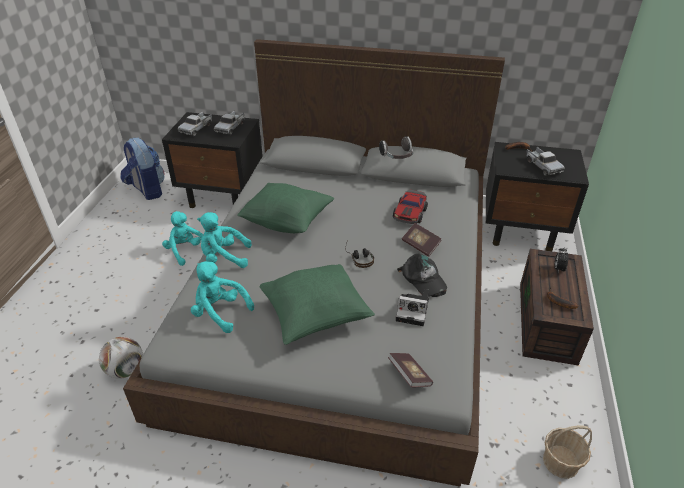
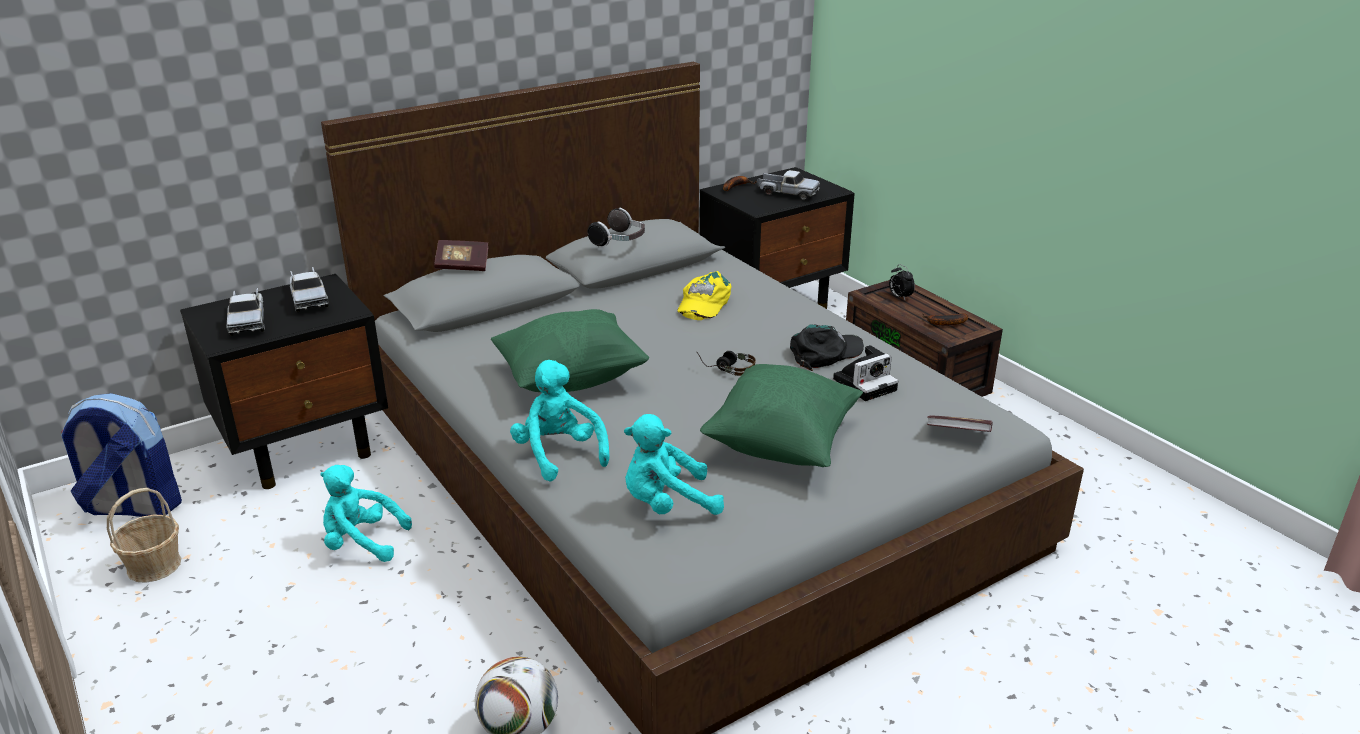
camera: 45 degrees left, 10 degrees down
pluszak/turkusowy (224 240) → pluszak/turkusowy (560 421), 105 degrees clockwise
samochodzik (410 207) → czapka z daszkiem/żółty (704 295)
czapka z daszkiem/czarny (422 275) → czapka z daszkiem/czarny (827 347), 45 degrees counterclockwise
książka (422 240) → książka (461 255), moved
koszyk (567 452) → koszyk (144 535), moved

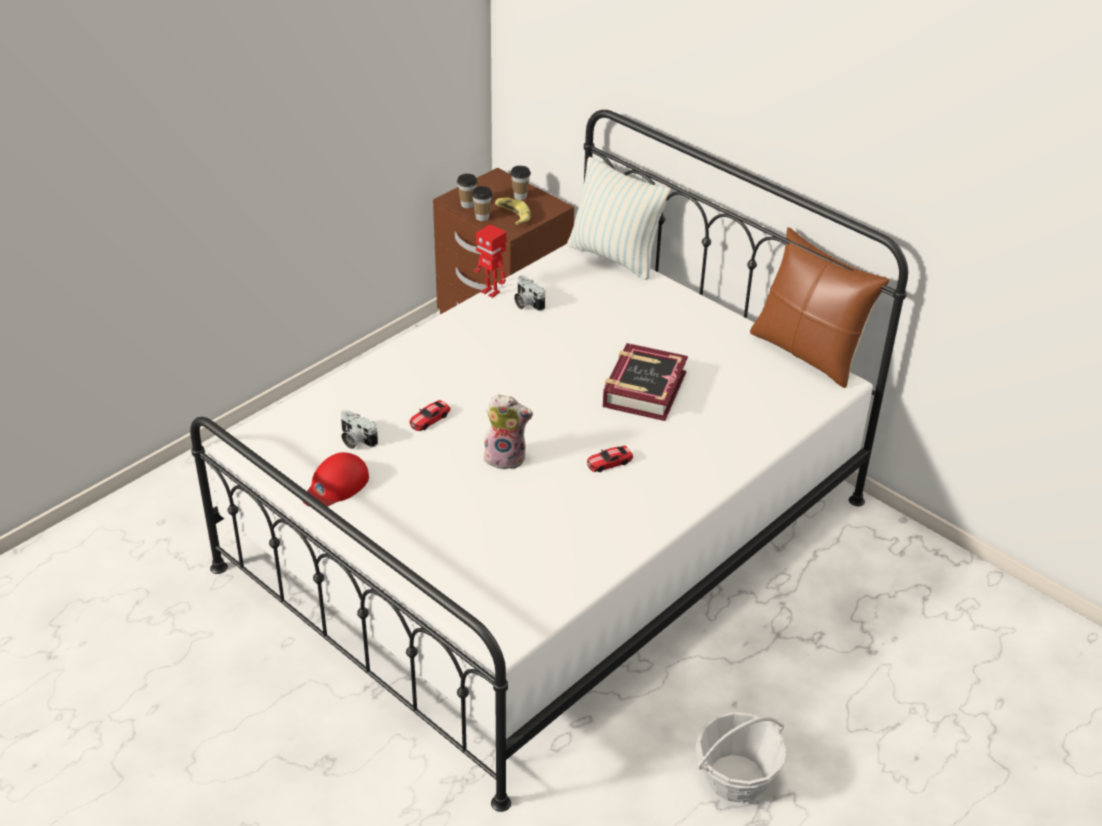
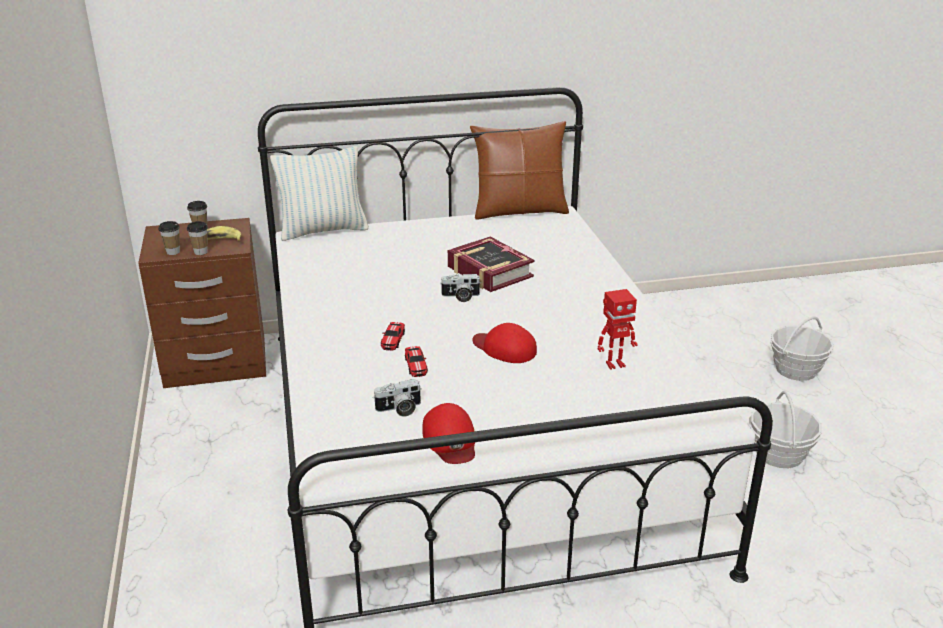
camera: 55 degrees left, 10 degrees down
robot zabawkowy (490 261) → robot zabawkowy (618 329), moved
pluszak (508 432) → czapka z daszkiem/czerwony (504 343)
aparat fotograficzny (529 293) → aparat fotograficzny (460 288), moved
samochodzik (610 459) → samochodzik (393 336), moved
- → koszyk (802 348)

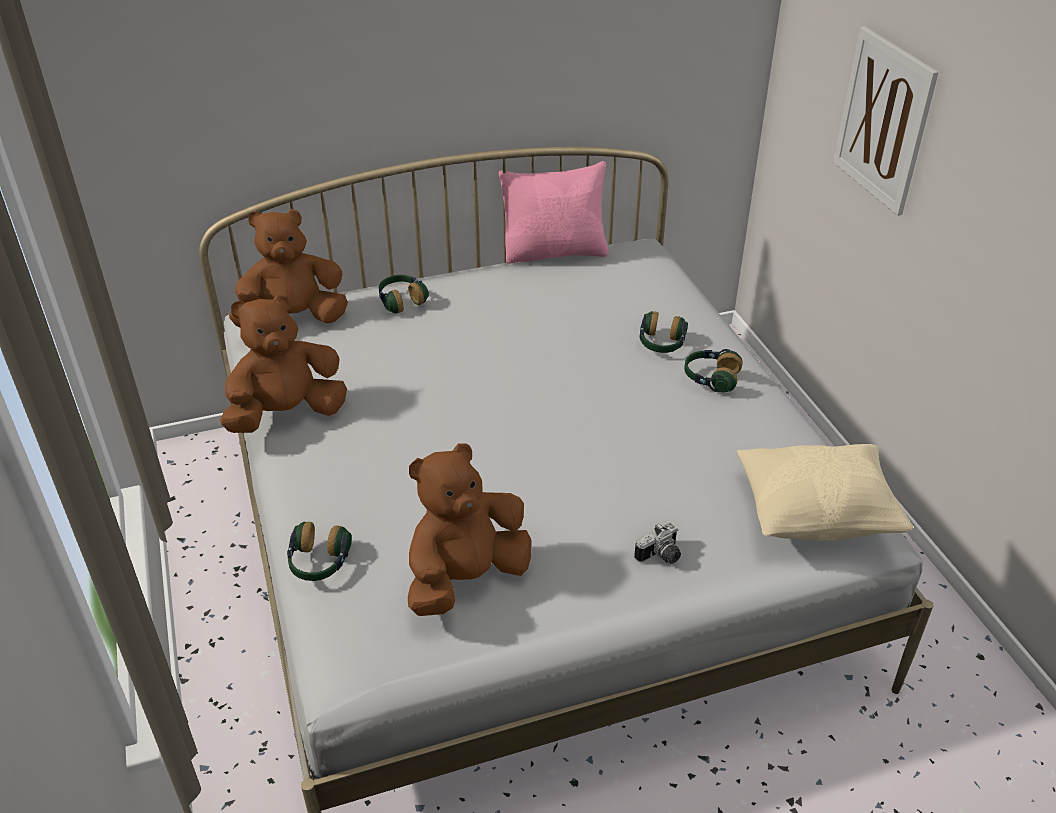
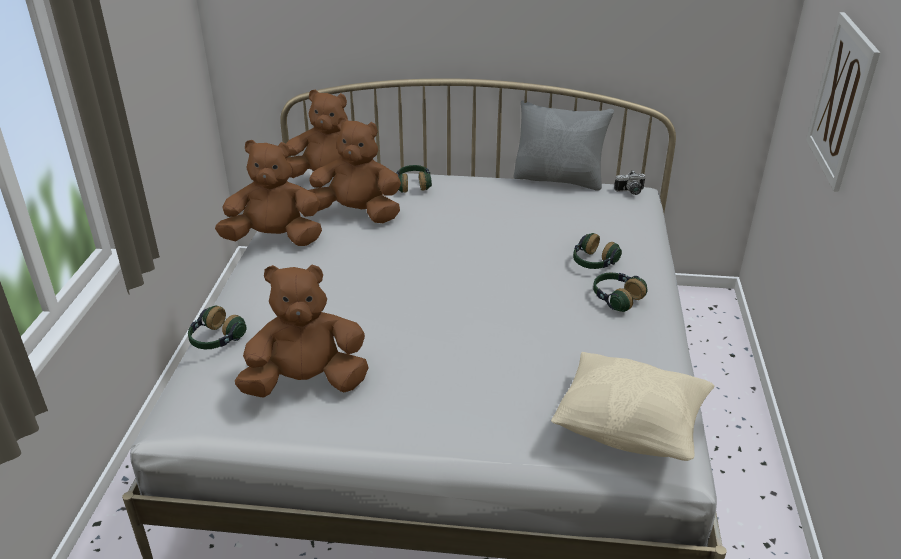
camera: 25 degrees right, 5 degrees down
poduszka/różowy (554 212) → poduszka/szary (564 145)
aparat fotograficzny (657 543) → aparat fotograficzny (629 182), moved
- → pluszak/brązowy (355 170)

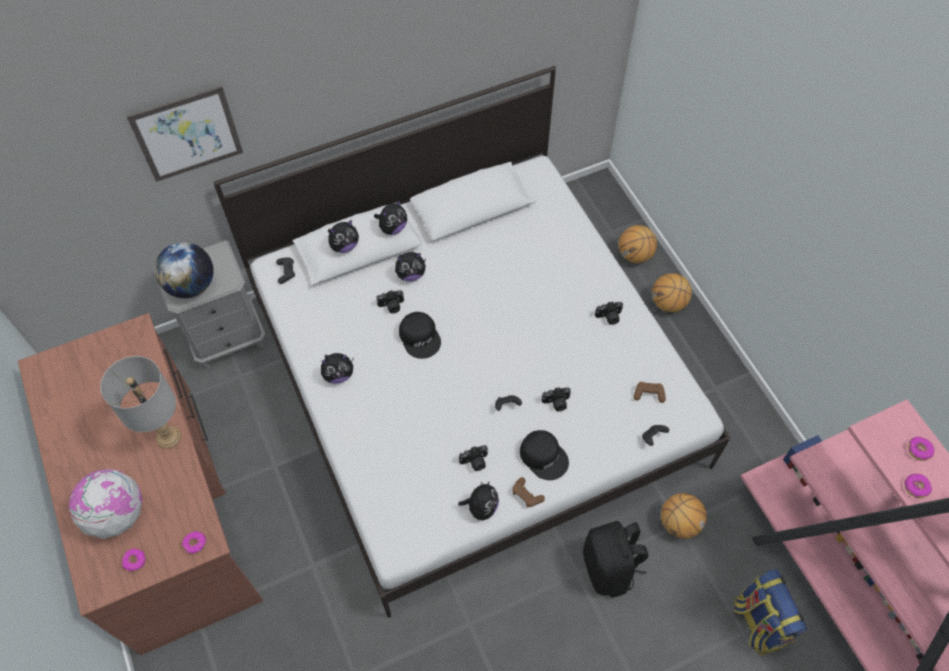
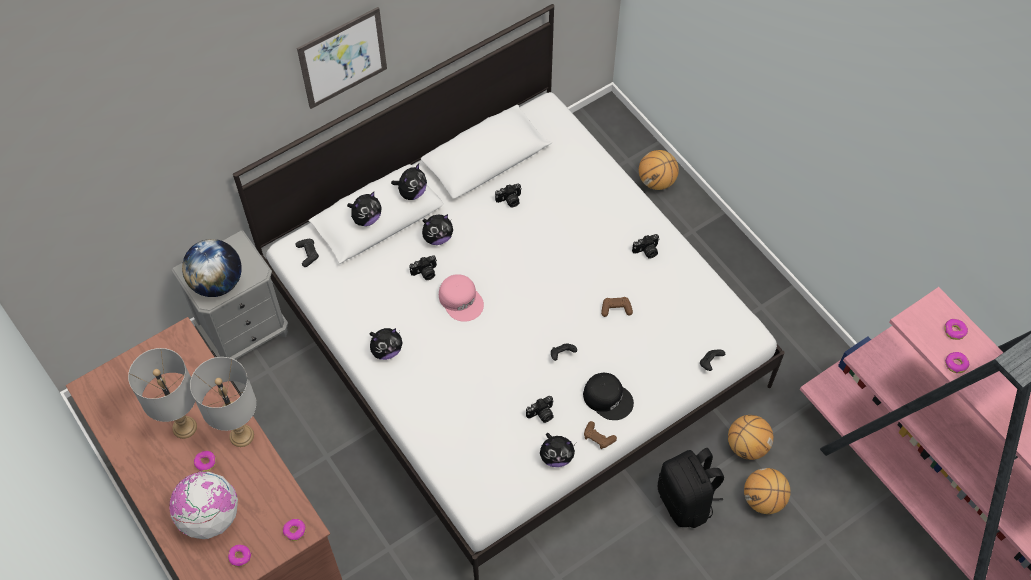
camera: 10 degrees left, 0 degrees up
obraz (184 134) → obraz (342 58), moved
czapka z daszkiem/czarny (420 335) → czapka z daszkiem/różowy (461 298)
pluszak (478 500) → pluszak (558 450), 75 degrees clockwise
aparat fotograficzny (556 399) → aparat fotograficzny (508 195), moved
pad do gier/brązowy (650 392) → pad do gier/brązowy (617 307), moved
piłka do koszykówki (672 292) → piłka do koszykówki (767 491), moved
plecak (770 612) → -
- → lampa stołowa/szary (162 393)
- → donut (205 461)

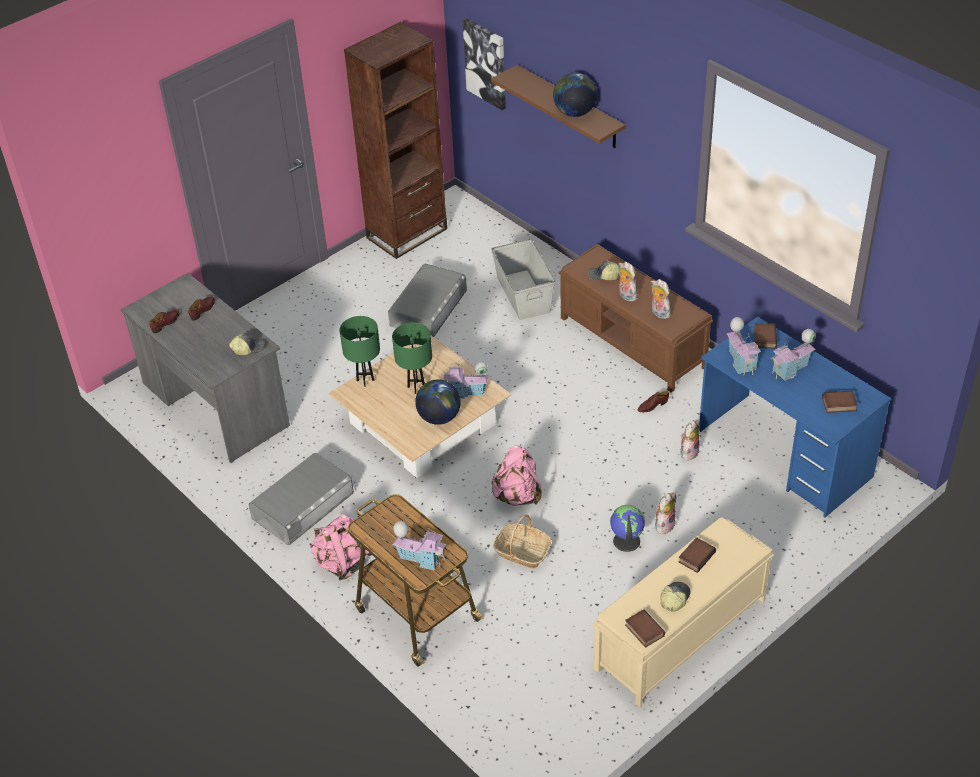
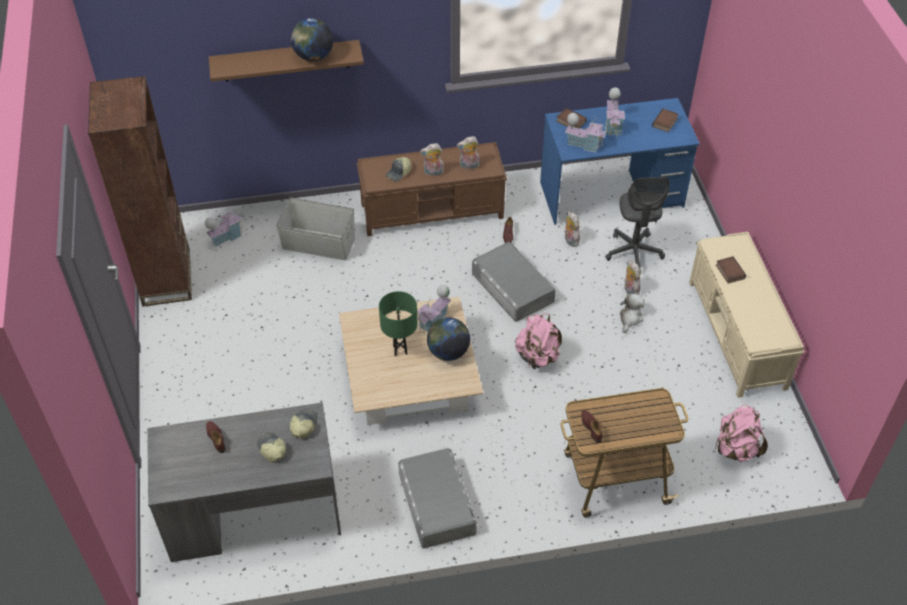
camera: 60 degrees left, 5 degrees up
but/brązowy (164 321) → but/brązowy (592 426), moved
plecak/różowy (341 547) → plecak/różowy (741 433), moved
lampa stołowa/zielony (359 351) → -
pojemnik do przechowywania/szary (427 300) → pojemnik do przechowywania/szary (514 282), moved
domek (420 546) → domek (224 229), moved
obraz (484 64) → -
koszyk (522 541) → -
globus (627 528) → pluszak (632 313)
książka (645 628) → -
czapka z daszkiem (675 597) → czapka z daszkiem (271 448), moved
- → krzesło biurowe/szary (637 225)

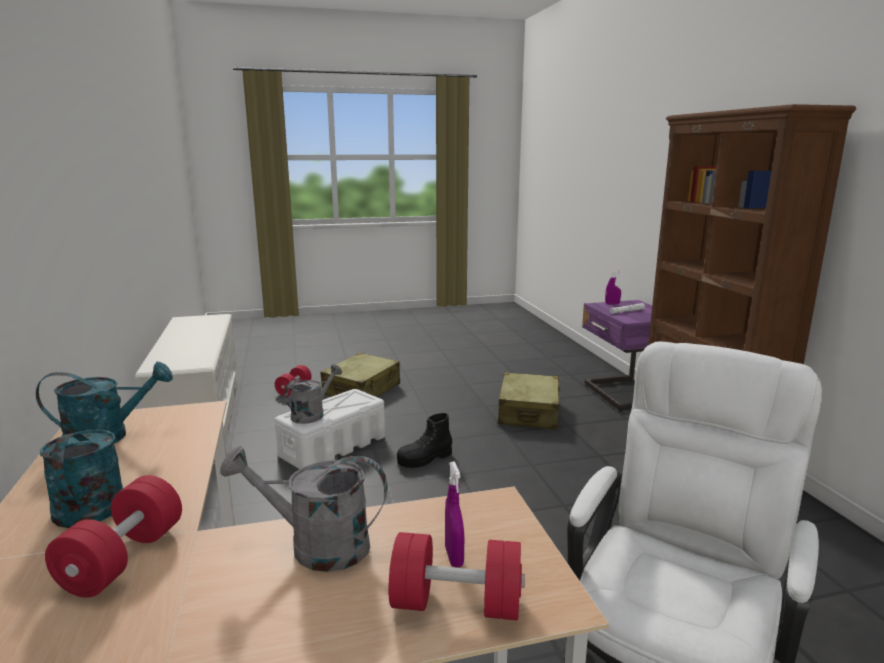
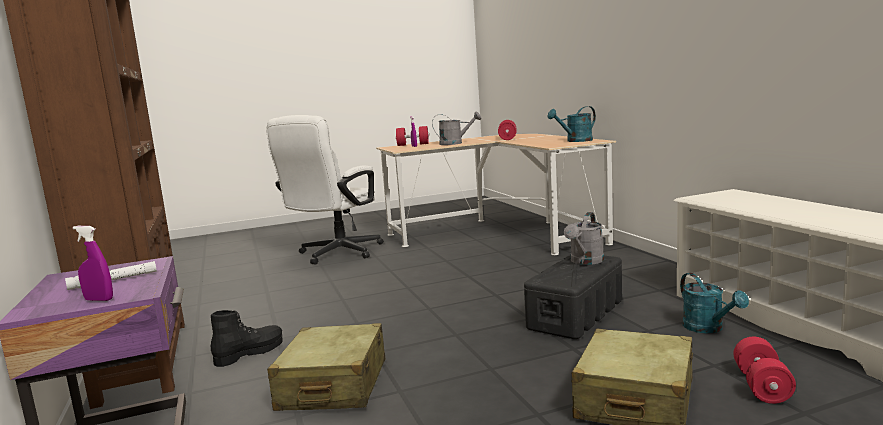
camera: 175 degrees right, 5 degrees down
konewka/turkusowy (81 459) → konewka/turkusowy (714 303), moved
pojemnik do przechowywania/biały (330 429) → pojemnik do przechowywania/czarny (573 296)
but z cholewką/czarny (424 440) → but z cholewką/czarny (246 338), moved

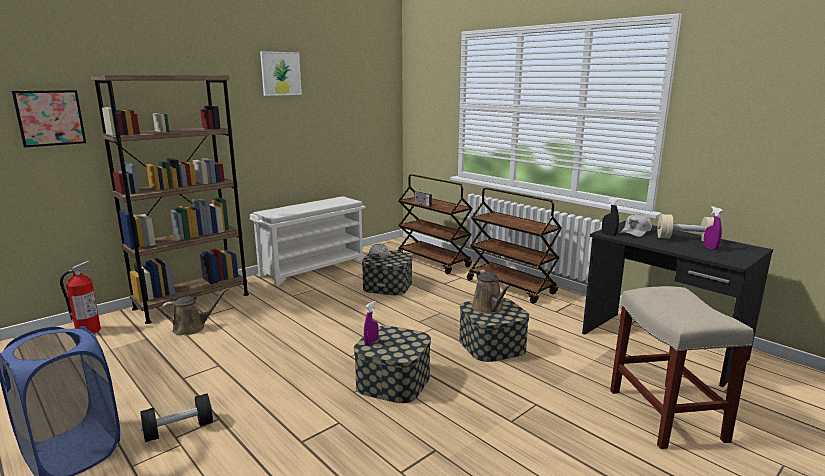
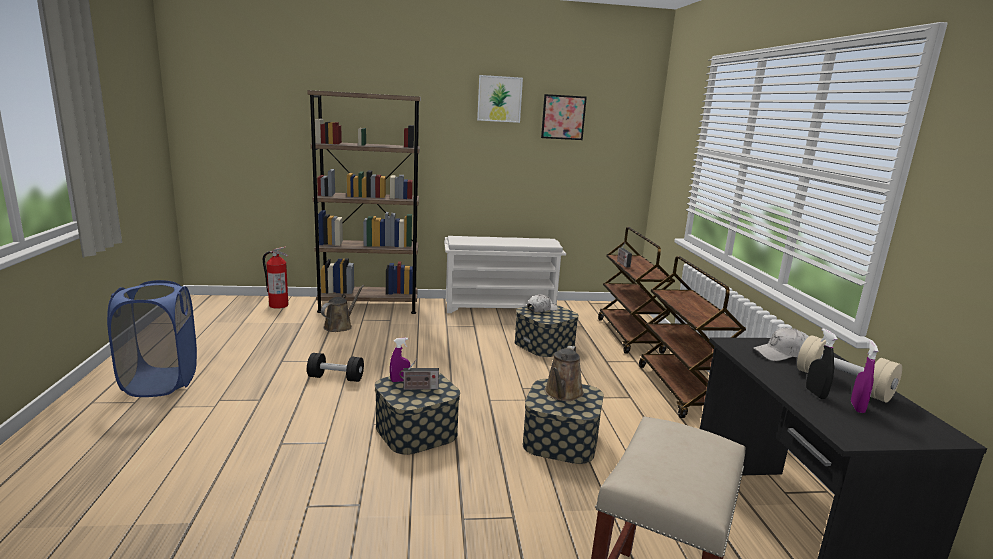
camera: 35 degrees right, 0 degrees up
obraz (49 119) → obraz (564 117), moved
hantel/czarny (176 417) → hantel/czarny (335 367), moved
konewka/brązowy (195 311) → konewka/brązowy (342 308), 75 degrees counterclockwise
spryskiwacz/czarny (610 216) → spryskiwacz/czarny (822 363), moved
- → radio (419 374)

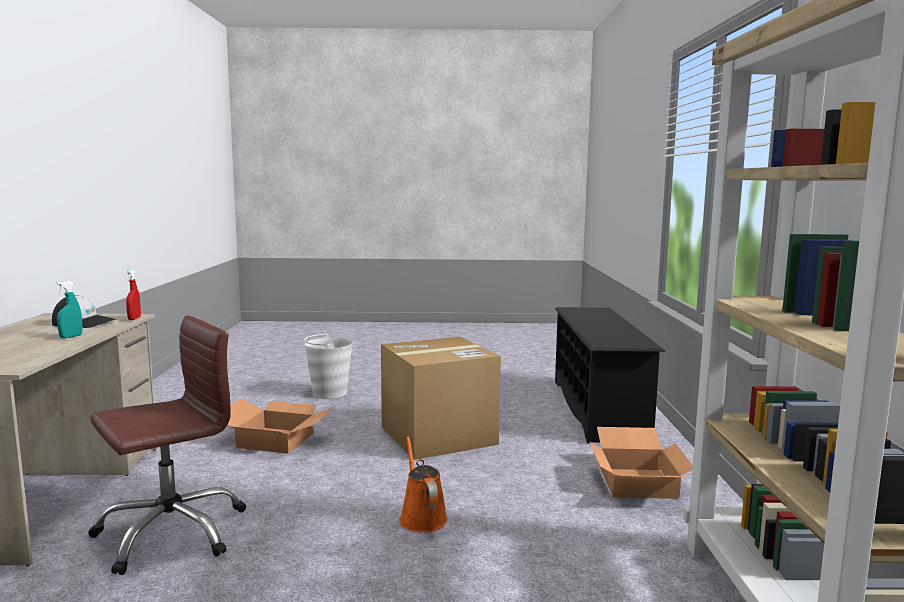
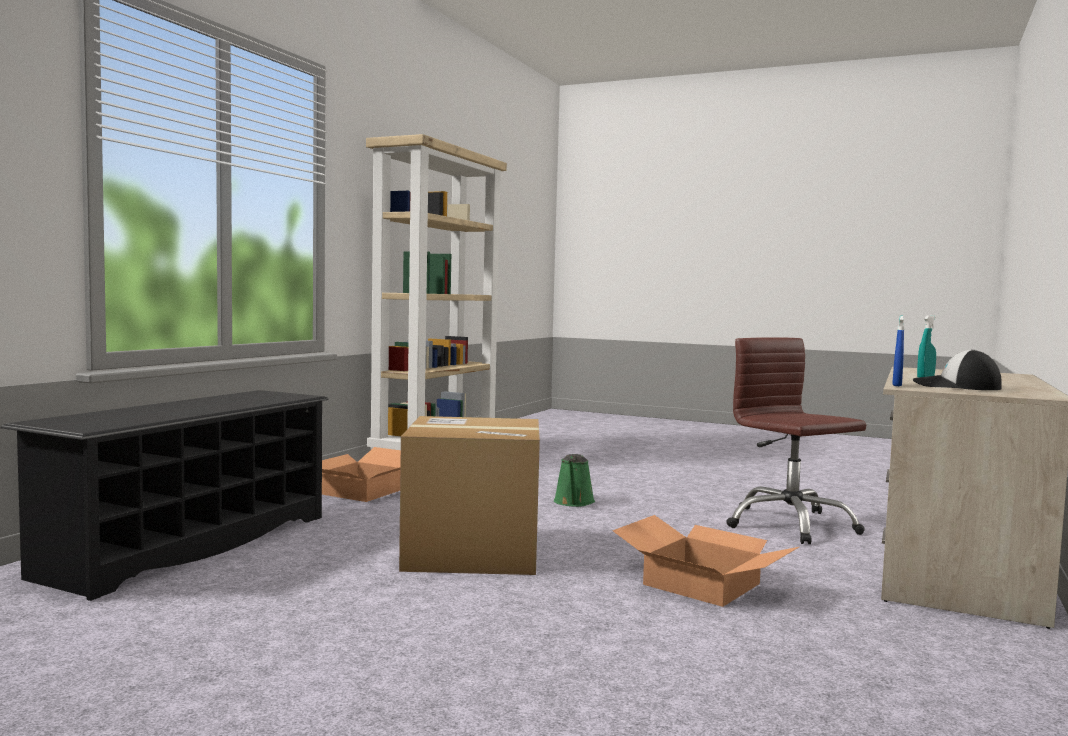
camera: 155 degrees left, 5 degrees down
krzesło biurowe/brązowy (167 445) → krzesło biurowe/brązowy (796 440), 75 degrees clockwise
spryskiwacz/czerwony (133 294) → spryskiwacz/niebieski (898 351)
wiadro/biały (328 365) → -
konewka/pomarańczowy (423 484) → konewka/zielony (574 480)

